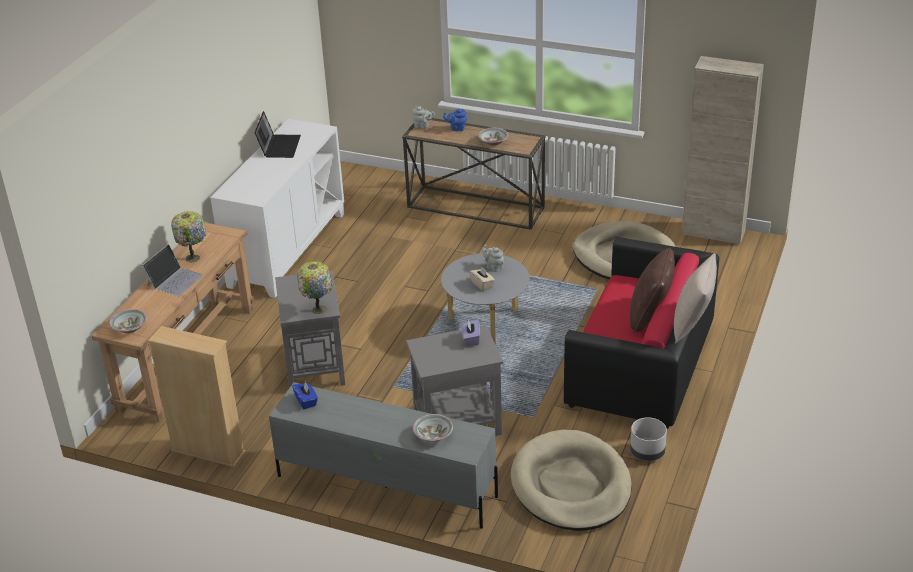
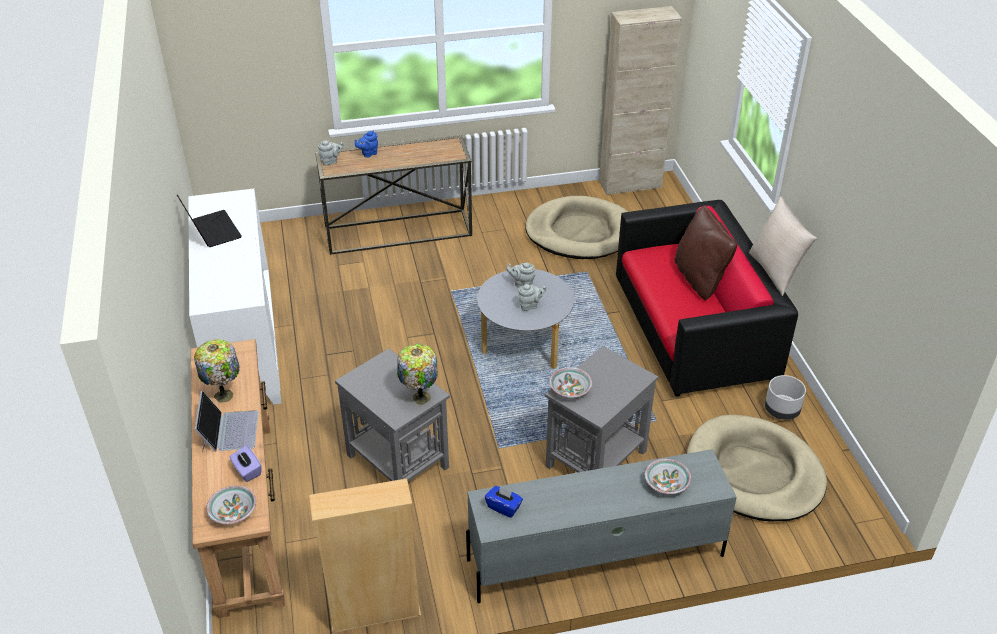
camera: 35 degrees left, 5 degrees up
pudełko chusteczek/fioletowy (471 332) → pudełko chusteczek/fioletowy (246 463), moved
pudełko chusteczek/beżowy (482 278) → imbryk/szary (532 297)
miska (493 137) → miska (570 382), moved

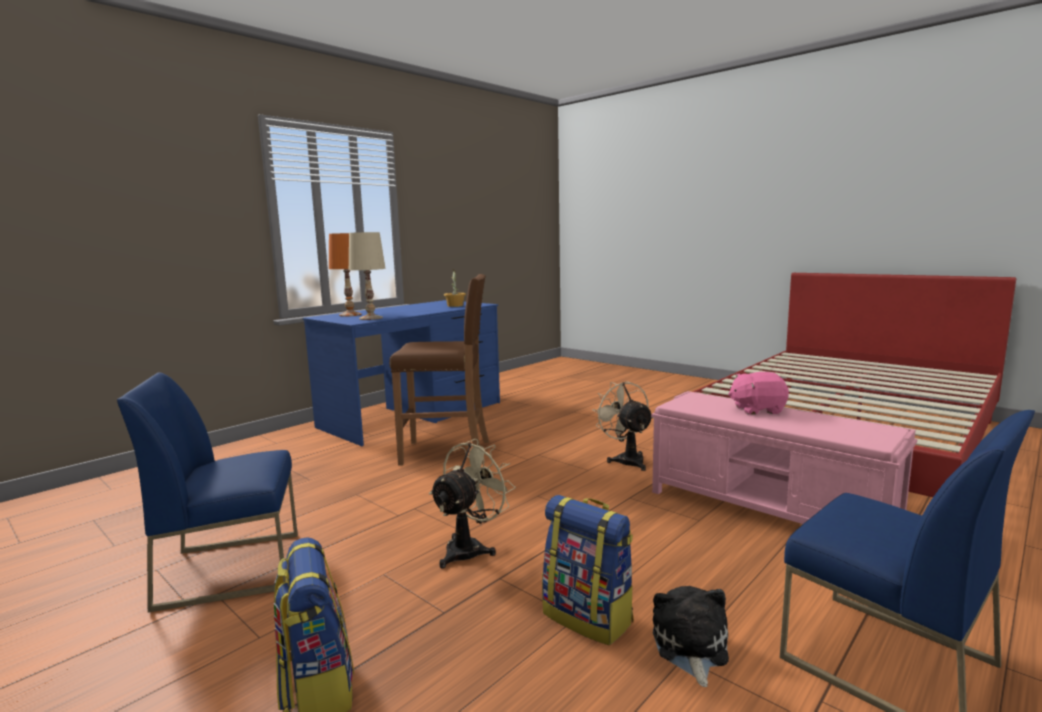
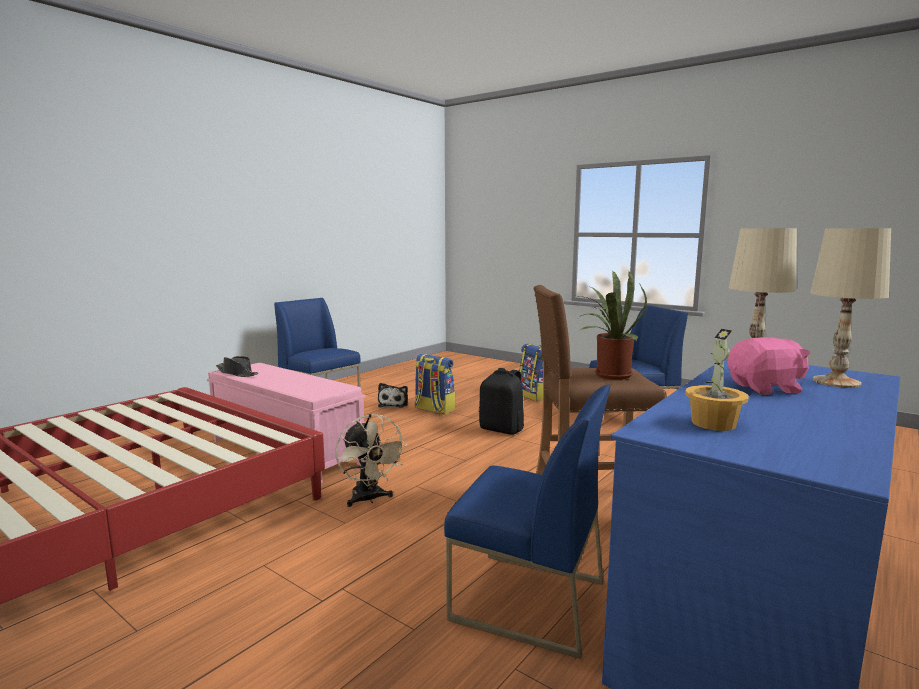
camera: 175 degrees right, 0 degrees up
lampa stołowa/pomarańczowy (345 275) → lampa stołowa/beżowy (851 308)
wentylator/beżowy (472 504) → plecak/czarny (501 401)
pluszak/różowy (758 393) → pluszak/różowy (769 366), moved
- → kapelusz/czarny (237 366)
- → krzesło/niebieski (527 522)
- → roślina doniczkowa (612 325)

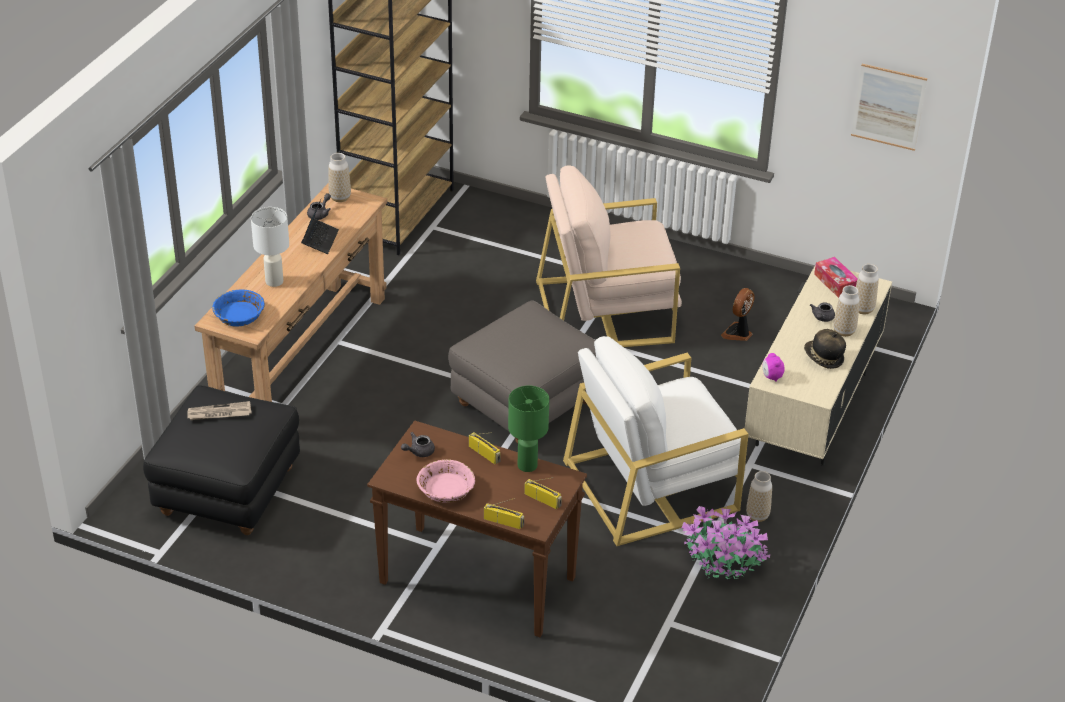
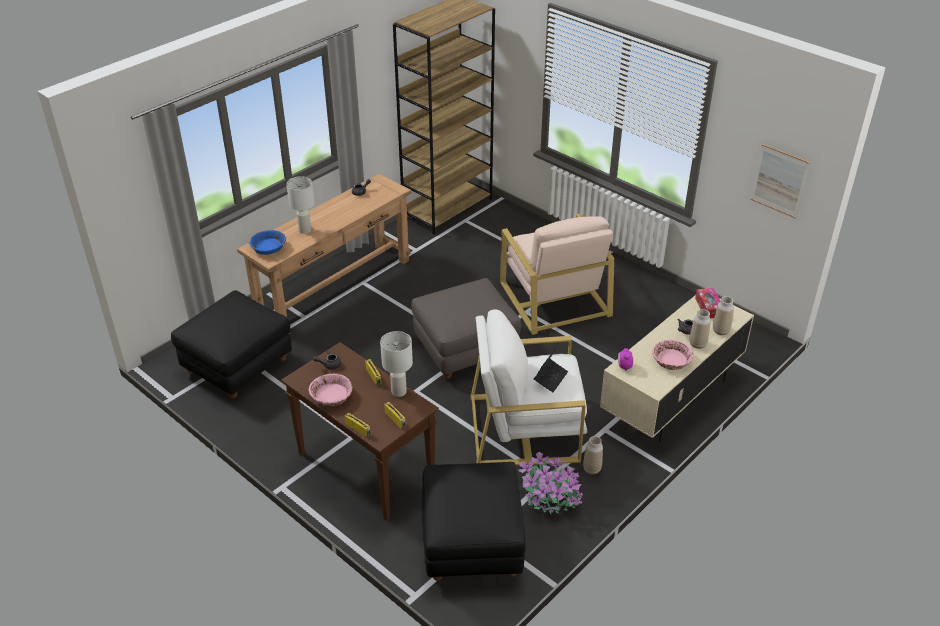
camera: 20 degrees right, 0 degrees up
gazeta (219 410) → -
laptop (320 226) → laptop (551 368), moved
wazon (340 177) → -
lampa stołowa/zielony (528 429) → lampa stołowa/biały (396 364)
fotel/beżowy (609 256) → fotel/beżowy (557 274), 120 degrees counterclockwise
wentylator (738 314) → -
kapelusz (825 349) → miska/różowy (672 355)
- → pufa/czarny (474 521)

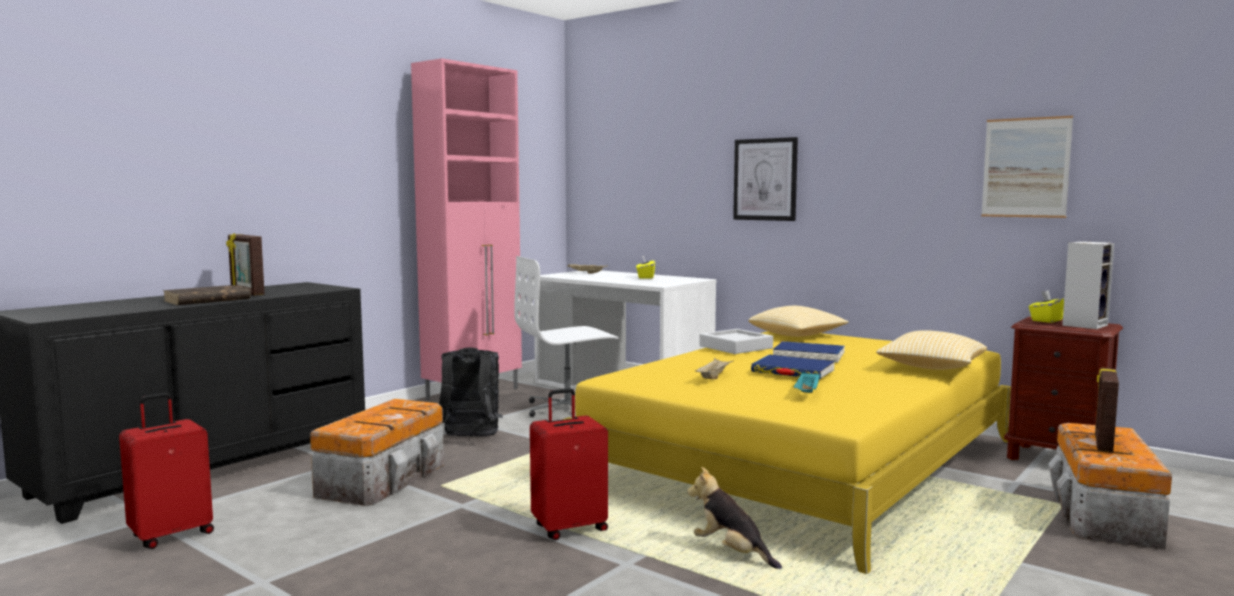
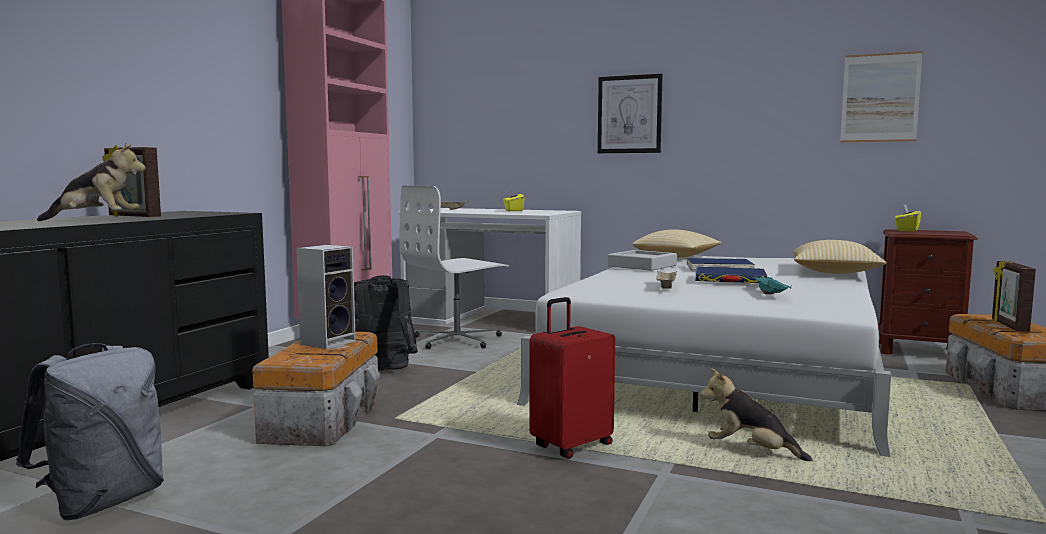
camera: 15 degrees left, 0 degrees up
walizka/czerwony (166 471) → plecak/szary (90 431)
książka/brązowy (206 295) → pluszak (91 181)
łóżko/żółty (786 452) → łóżko/biały (704 356)
głośnik (1088 285) → głośnik (326 297), moved

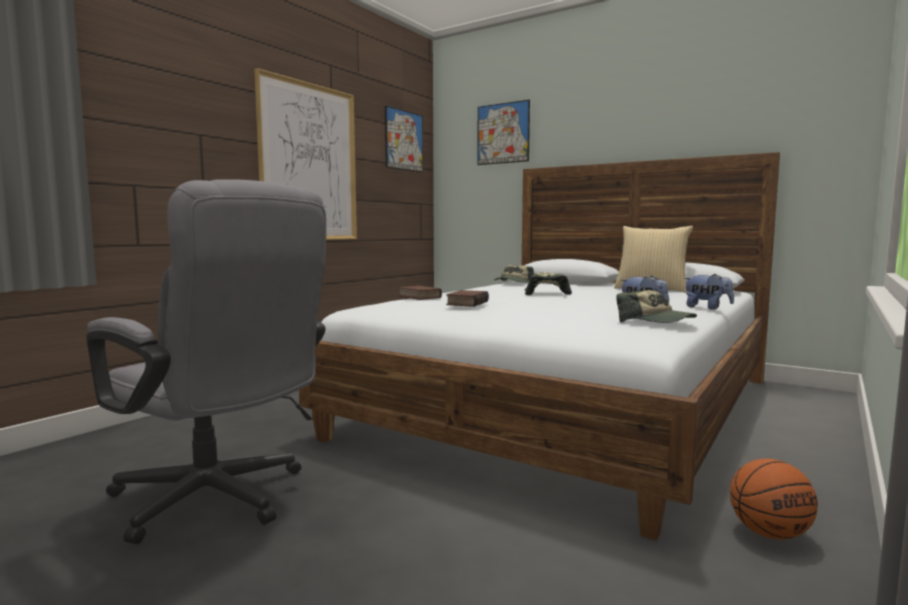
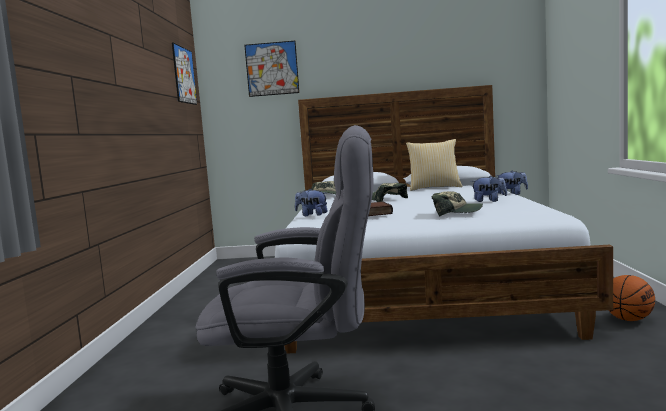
camera: 30 degrees left, 0 degrees up
obraz (305 154) → -
książka (420 293) → pluszak (311 202)
czapka z daszkiem (656 306) → czapka z daszkiem (457 204), moved

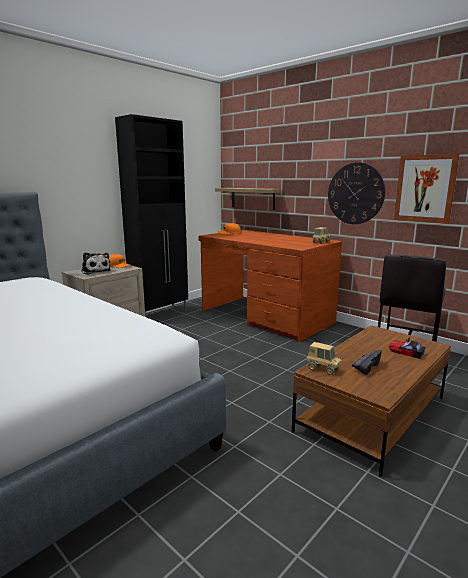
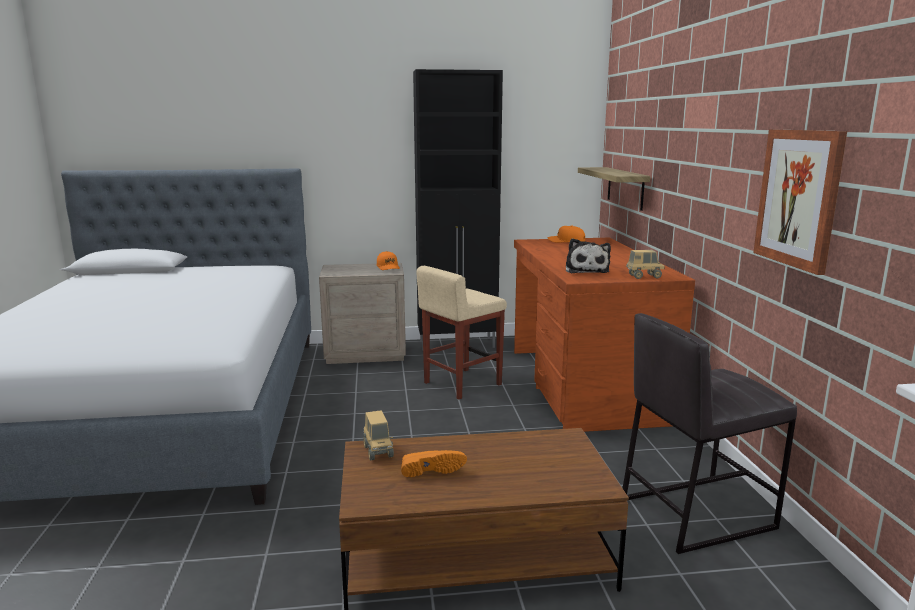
camera: 40 degrees right, 0 degrees up
pluszak (95 264) → pluszak (588 255), moved
zegar ścienny (356 193) → -
but/czarny (367 362) → but/pomarańczowy (434 463)
samochodzik (407 348) → -
- → stołek/beżowy (462 332)

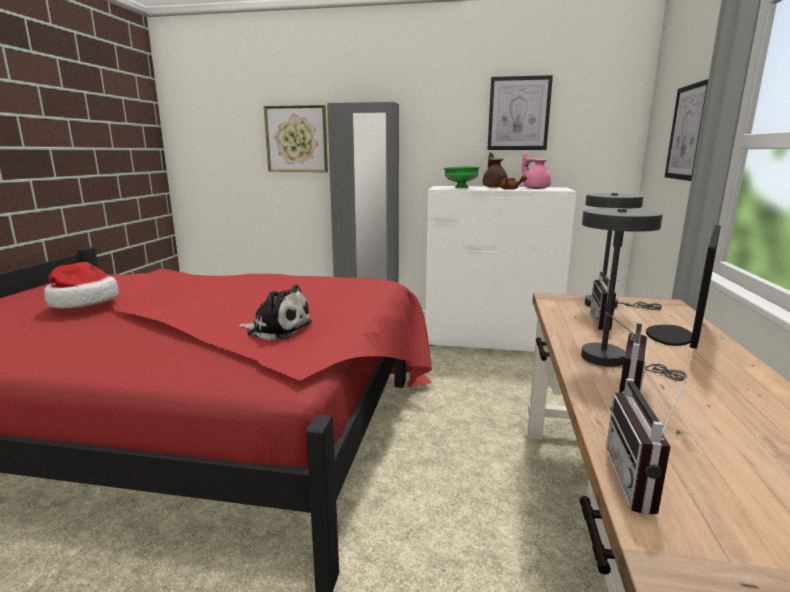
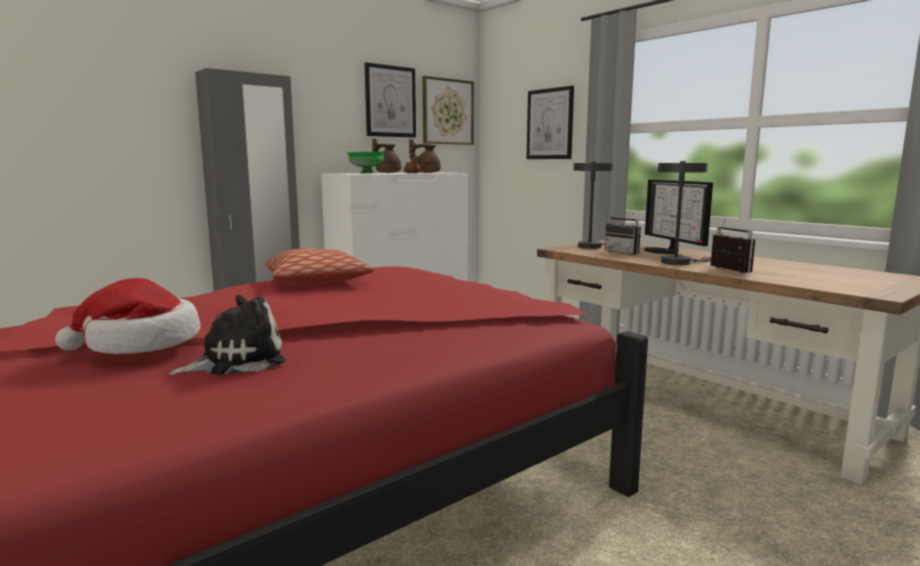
camera: 50 degrees left, 5 degrees down
pluszak (275 312) → pluszak (227 335), moved
obraz (296 138) → obraz (448 110), moved
imbryk/różowy (536 170) → imbryk/brązowy (425 155)
radio (647 444) → -
- → poduszka (319 267)

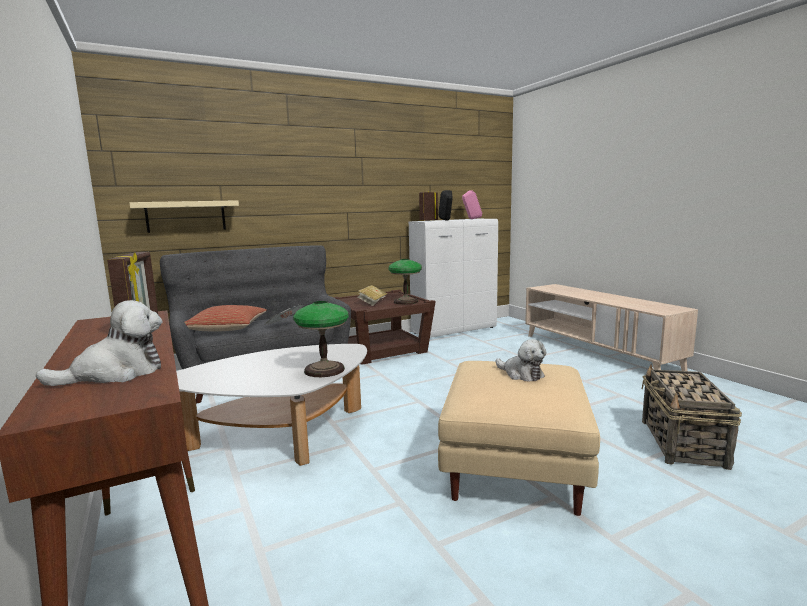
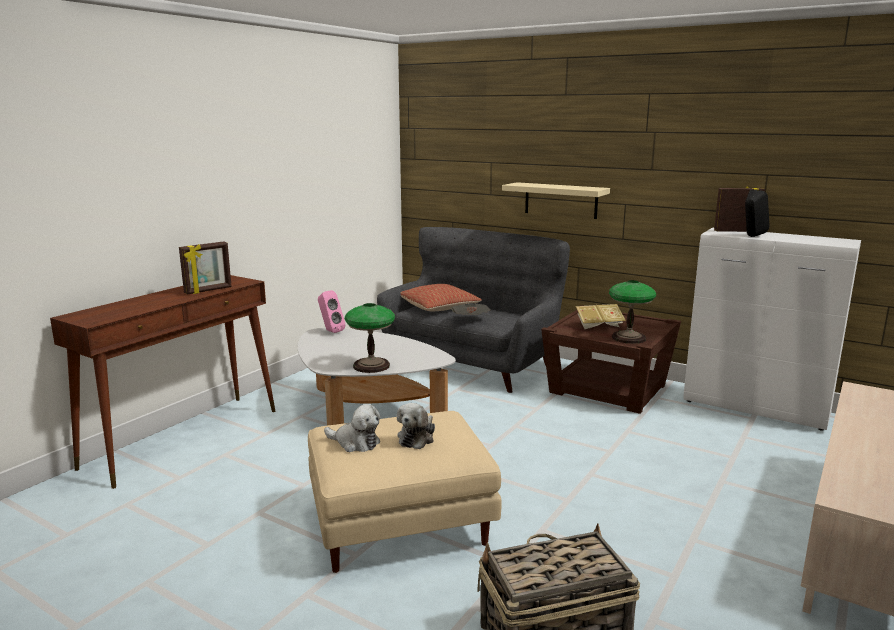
camera: 60 degrees right, 5 degrees up
pluszak (99 343) → pluszak (352 428), moved
półka/beżowy (184 216) → półka/beżowy (556 200), moved
głośnik/różowy (472 204) → głośnik/różowy (332 311), moved

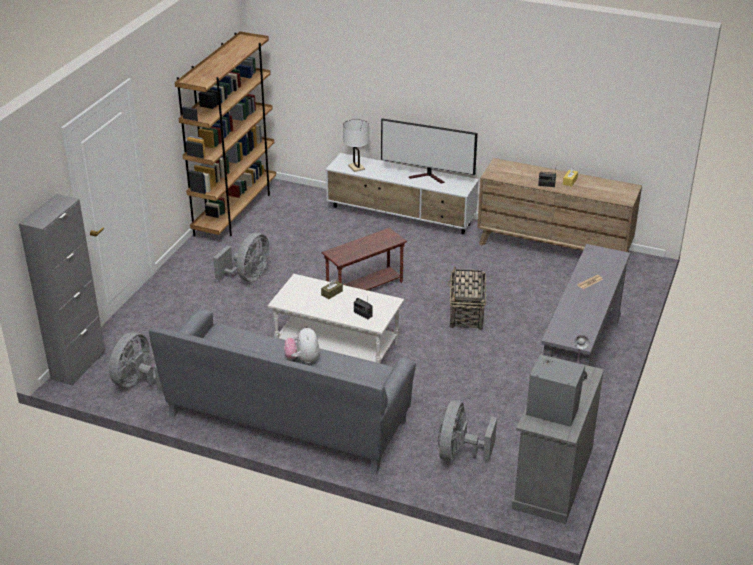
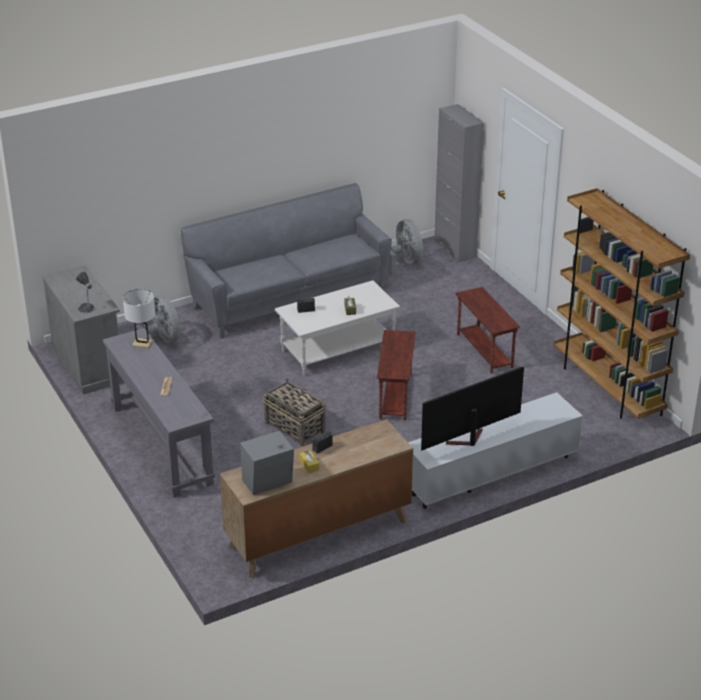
camera: 130 degrees right, 0 degrees up
wentylator/szary (241 257) → stolik/brązowy (487 330)
pluszak (302 345) → -
lampa stołowa/biały (356 145) → lampa stołowa/biały (139 319), moved
głośnik/szary (555 390) → głośnik/szary (267 463), moved

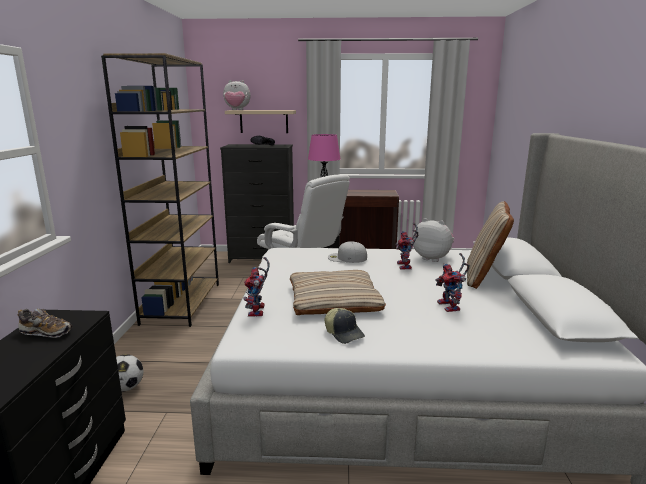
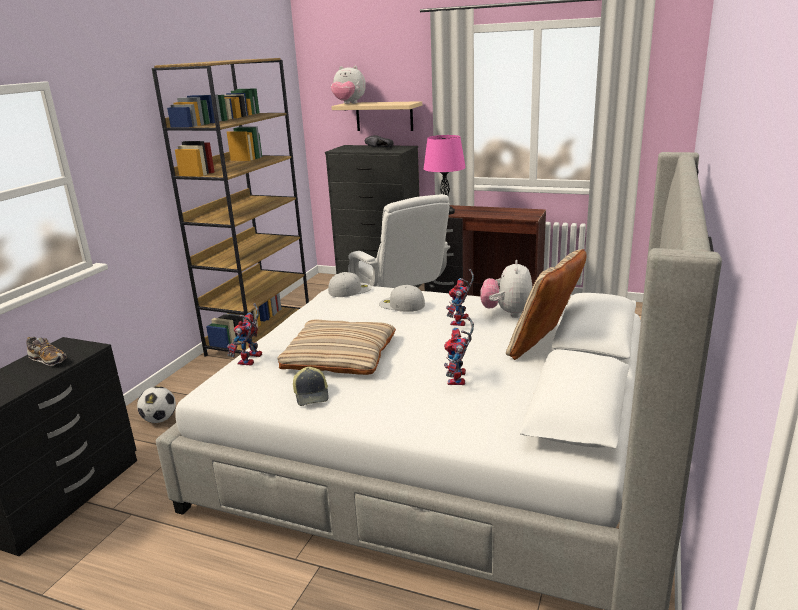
camera: 20 degrees right, 5 degrees up
pluszak (433 240) → pluszak (506 289), 135 degrees counterclockwise
- → czapka z daszkiem/biały (350 284)

